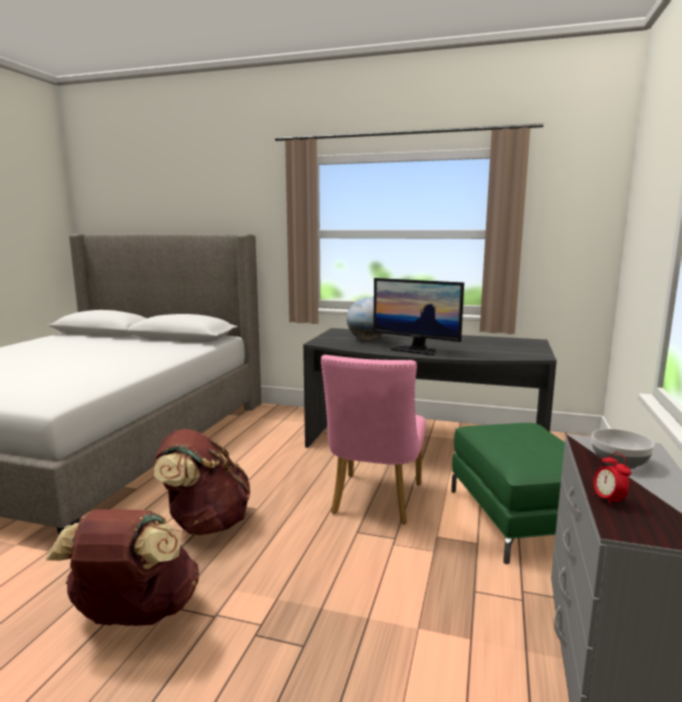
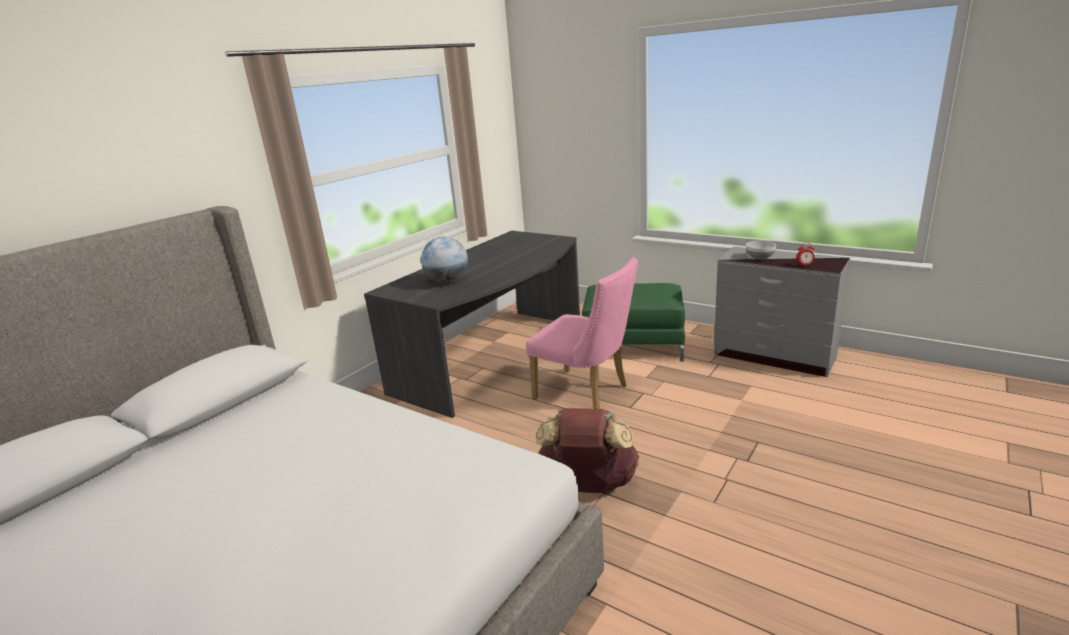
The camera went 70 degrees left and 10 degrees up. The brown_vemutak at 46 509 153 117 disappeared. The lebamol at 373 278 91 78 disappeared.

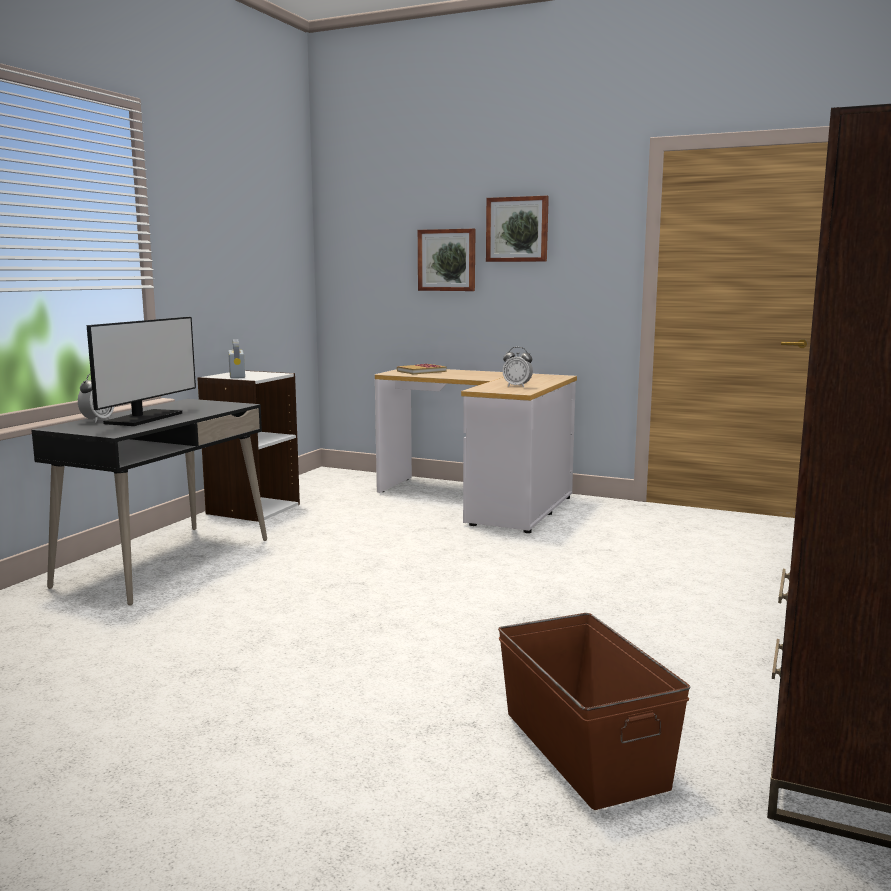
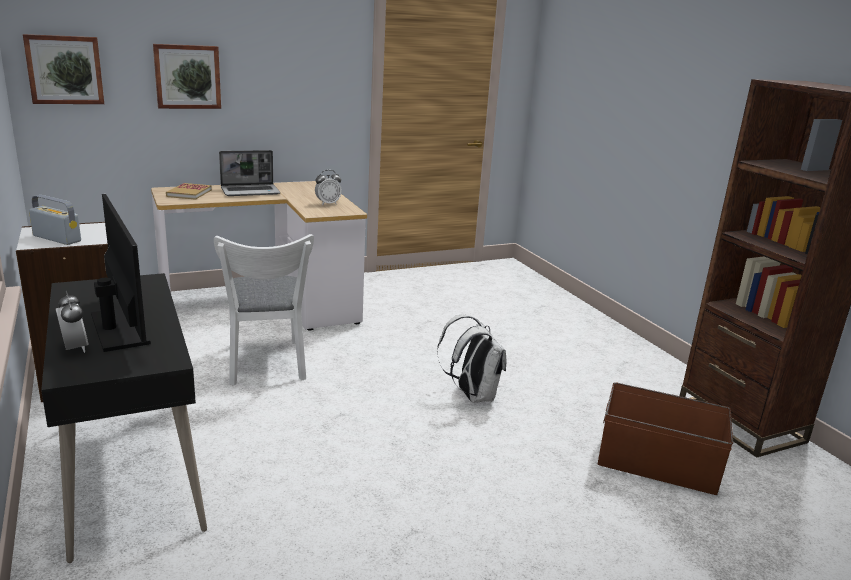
The camera went 50 degrees left and 10 degrees up. The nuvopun moved from 486 196 63 66 to 23 34 81 70. The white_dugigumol at 214 234 100 151 appeared. The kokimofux at 219 150 61 46 appeared. The white_vemutak at 437 315 69 88 appeared.

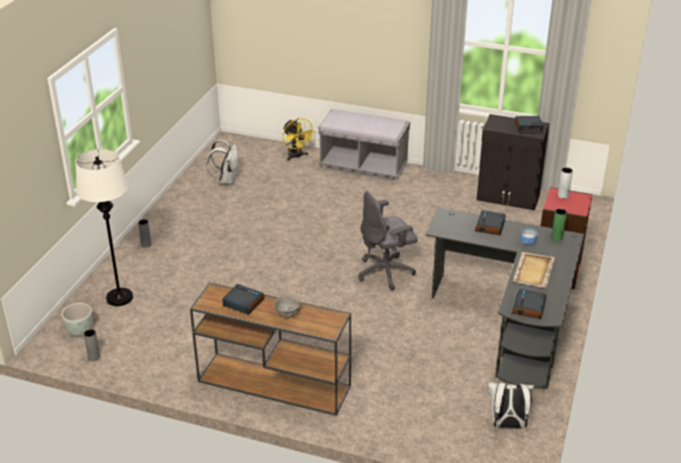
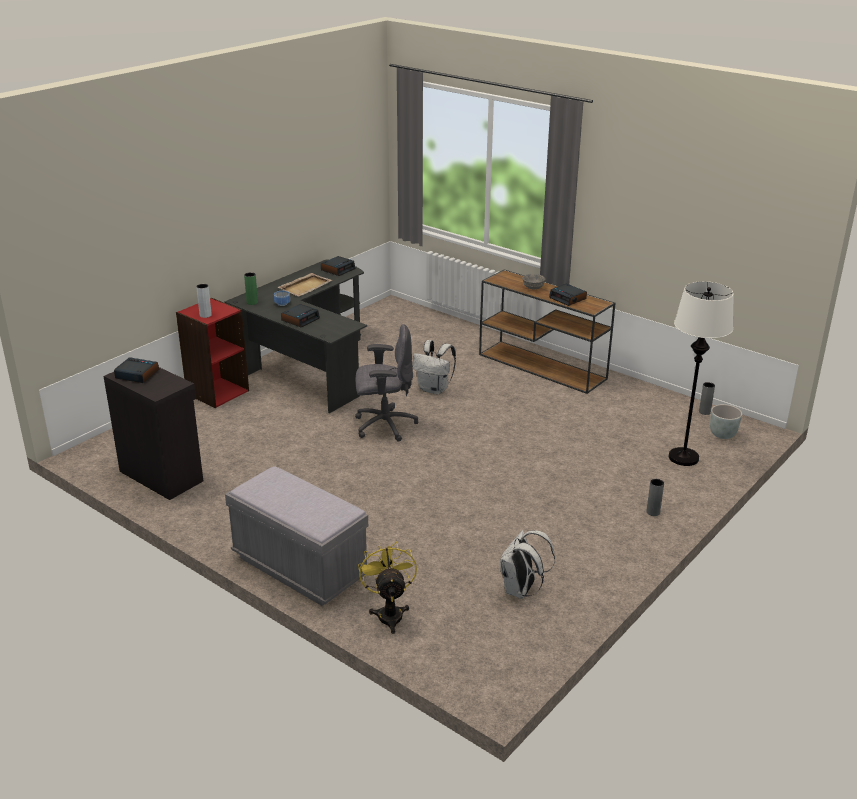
The camera went 160 degrees left and 5 degrees down. The white_vemutak moved from 487 381 47 47 to 413 340 43 54.

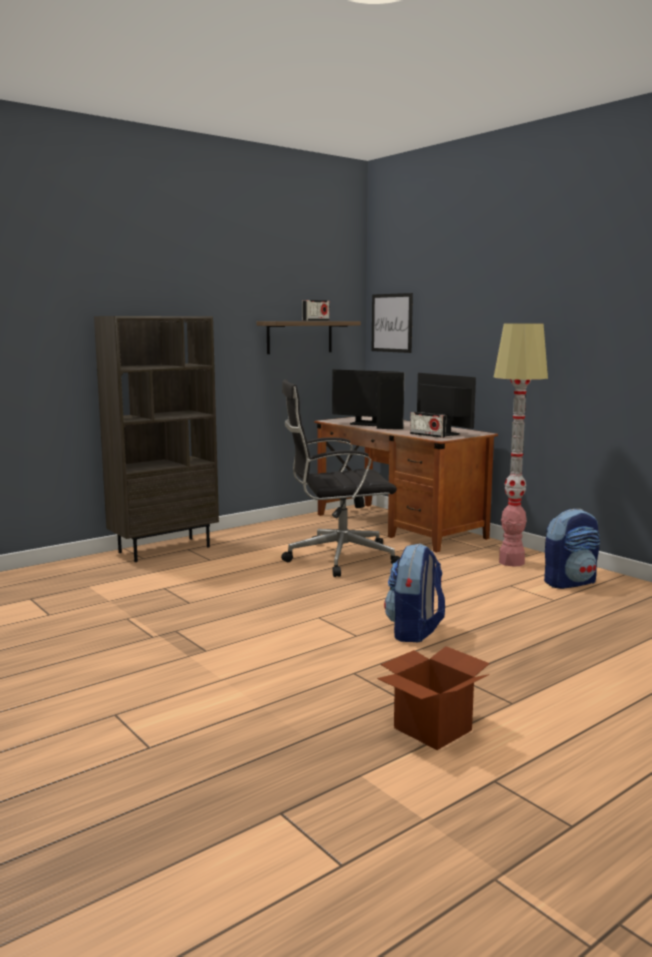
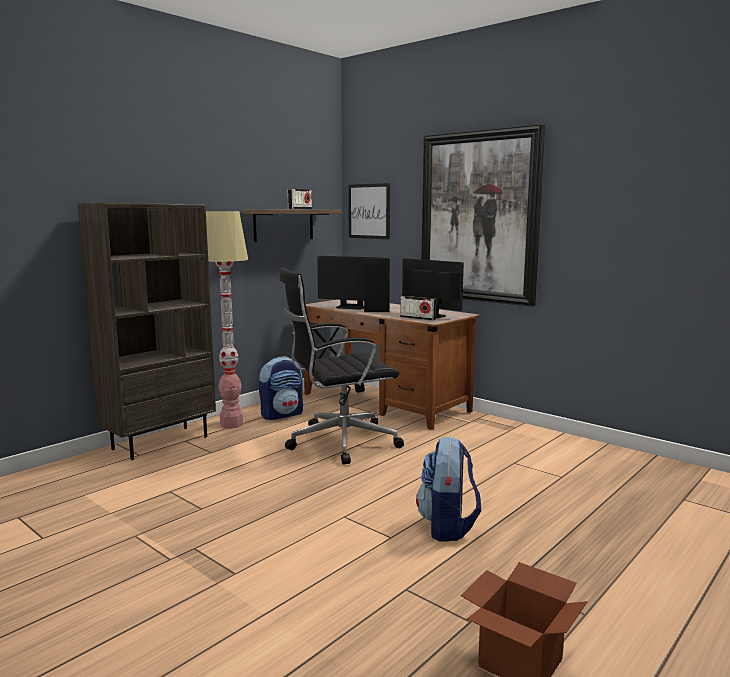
The camera went 10 degrees left and 0 degrees up. The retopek moved from 494 324 54 243 to 206 211 42 218. The vemutak moved from 544 509 56 80 to 259 356 44 64. The nuvopun at 421 124 124 183 appeared.

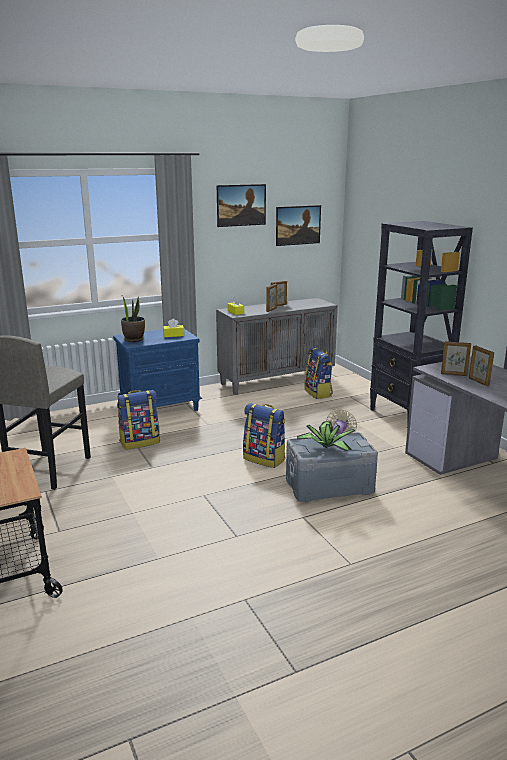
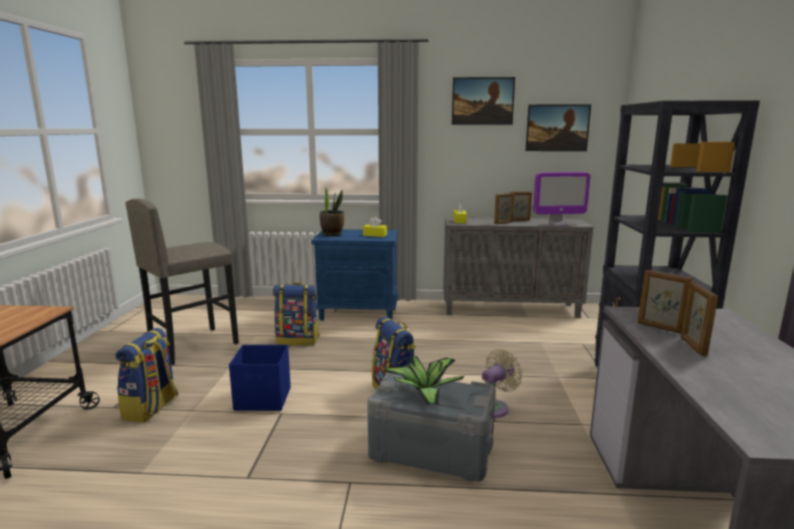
The camera went 30 degrees right and 5 degrees down. The vemutak moved from 304 347 29 52 to 115 328 63 95. The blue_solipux at 229 345 62 66 appeared. The lebamol at 533 172 57 54 appeared.

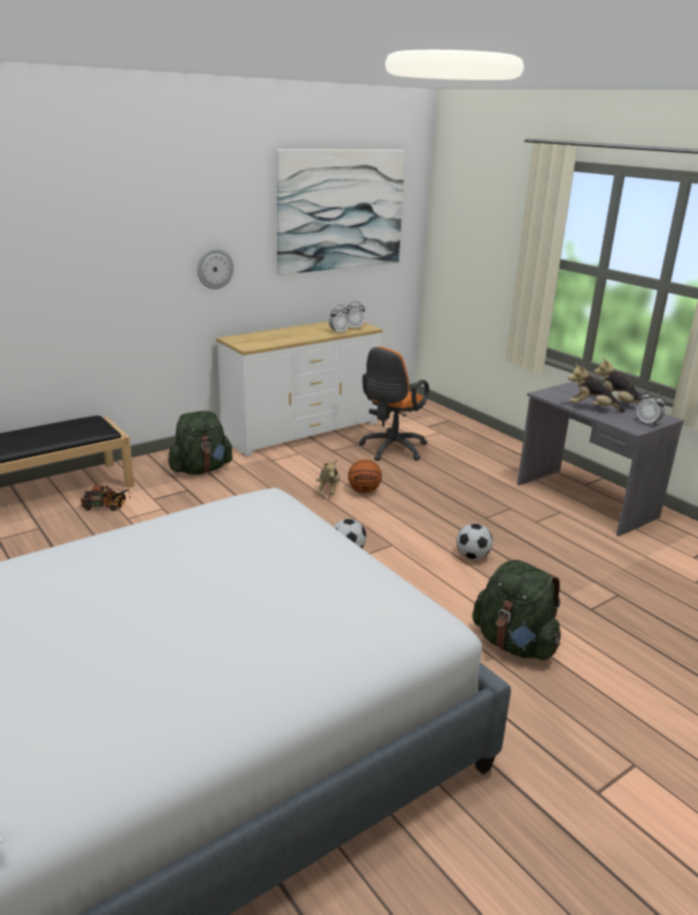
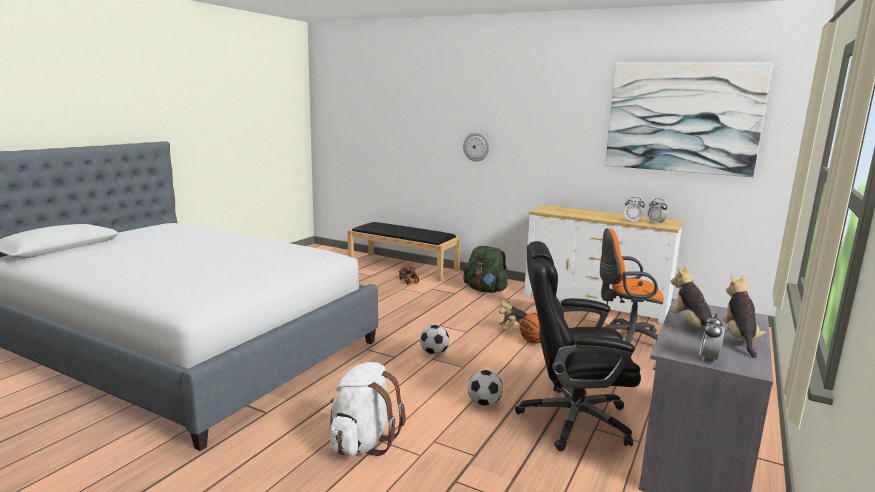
The camera went 65 degrees right and 10 degrees down. The green_vemutak at 473 560 88 101 became the white_vemutak at 330 362 76 94. The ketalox moved from 197 249 37 40 to 463 132 26 30. The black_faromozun at 515 241 126 210 appeared.

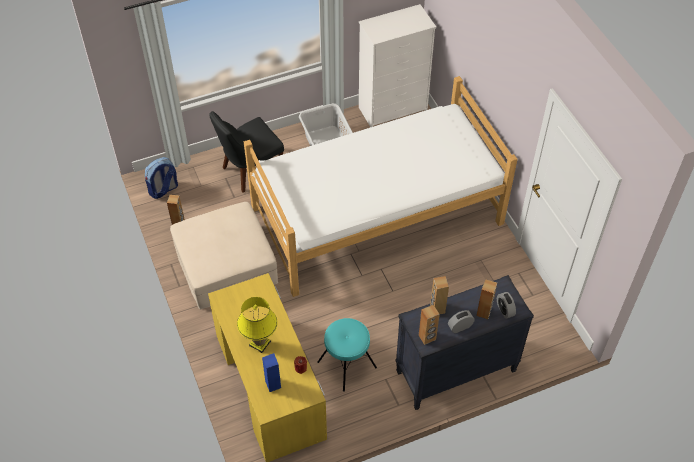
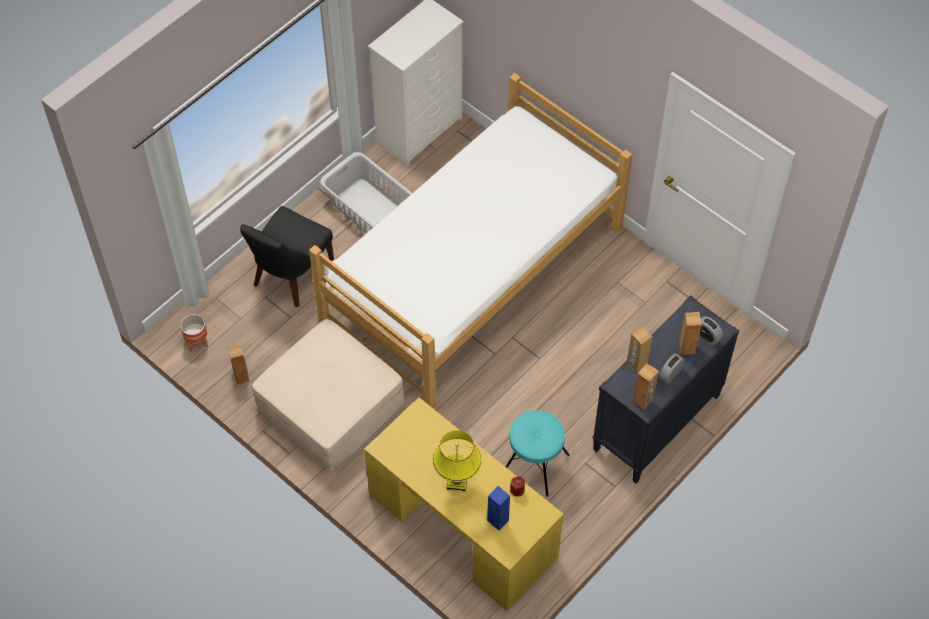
The camera went 25 degrees left and 5 degrees up. The vemutak at 145 157 33 42 was replaced by the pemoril at 180 314 28 38.

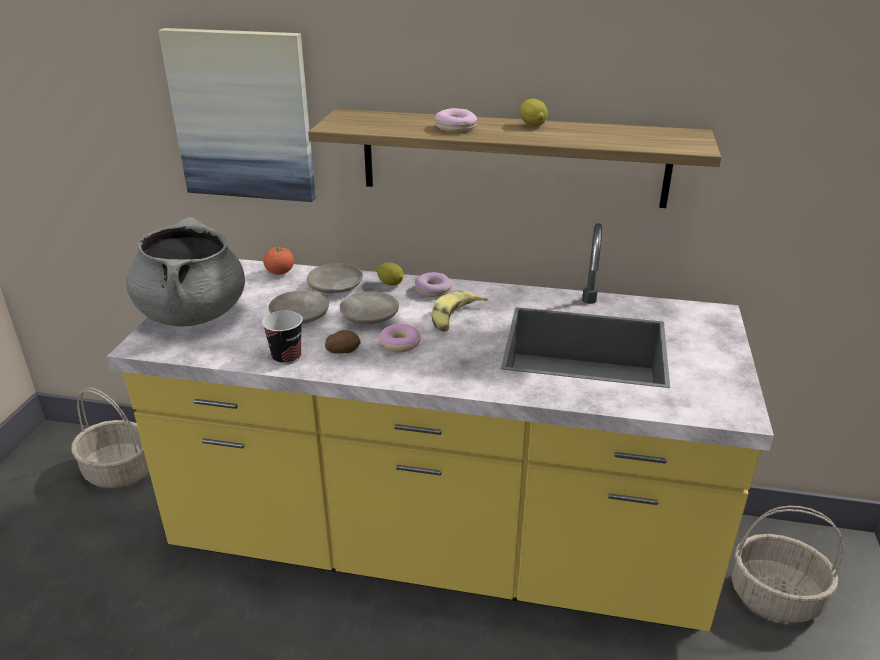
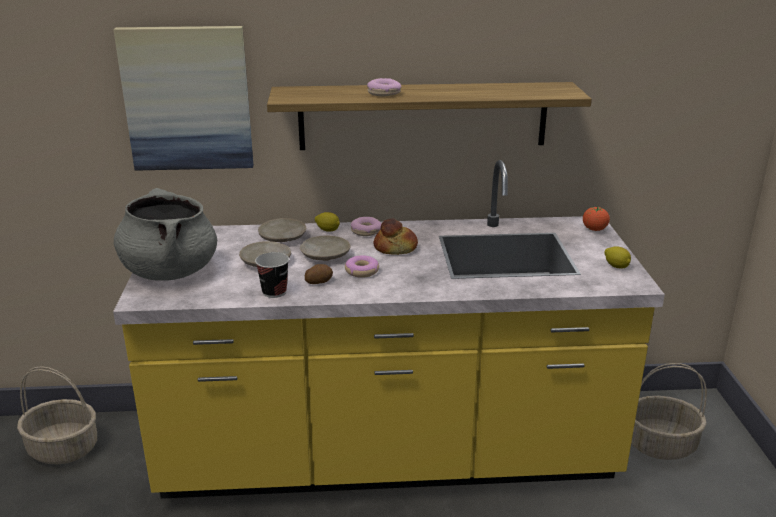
The camera went 15 degrees left and 5 degrees down. The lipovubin at 432 291 56 41 was replaced by the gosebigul at 374 218 44 37. The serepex moved from 263 247 31 28 to 583 206 27 25. The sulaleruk moved from 520 99 28 27 to 604 246 27 23.

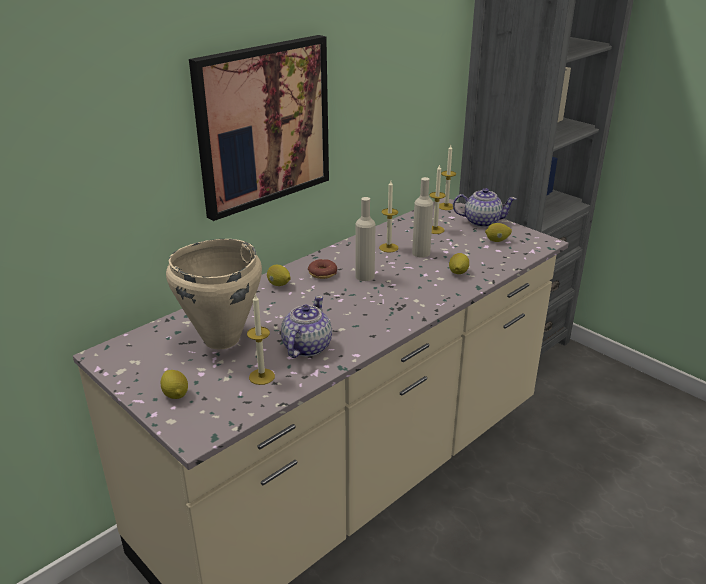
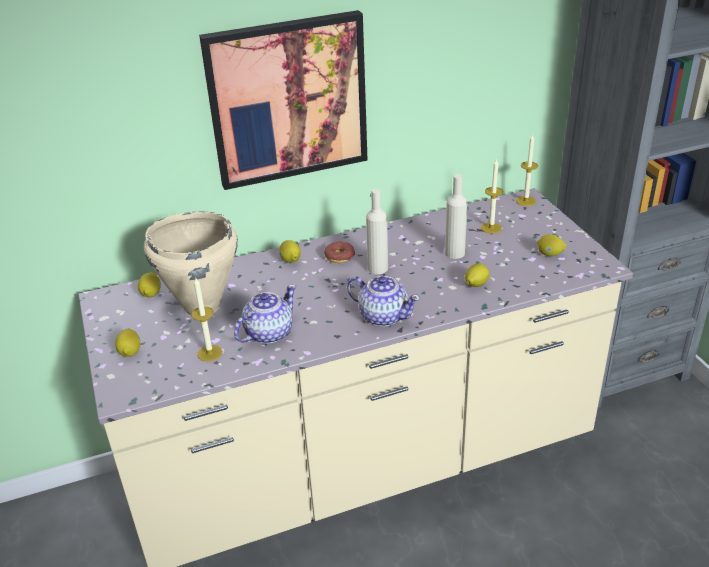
The camera went 25 degrees right and 5 degrees up. The sulaleruk at 138 272 23 26 appeared. The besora moved from 453 188 64 40 to 347 276 73 50. The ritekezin at 379 181 20 71 disappeared.

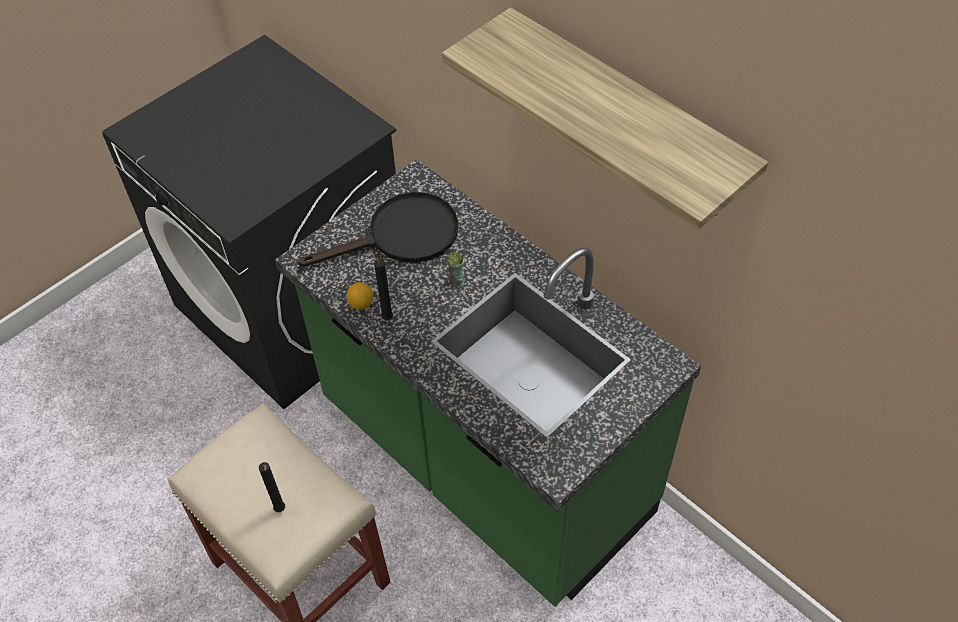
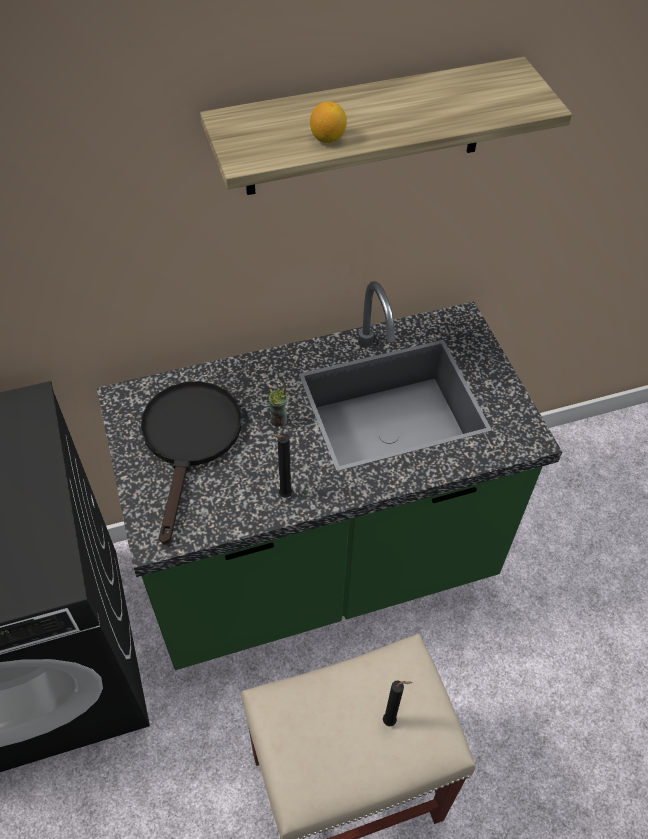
The camera went 65 degrees left and 0 degrees up. The sulaleruk moved from 347 282 26 28 to 310 101 37 42.

